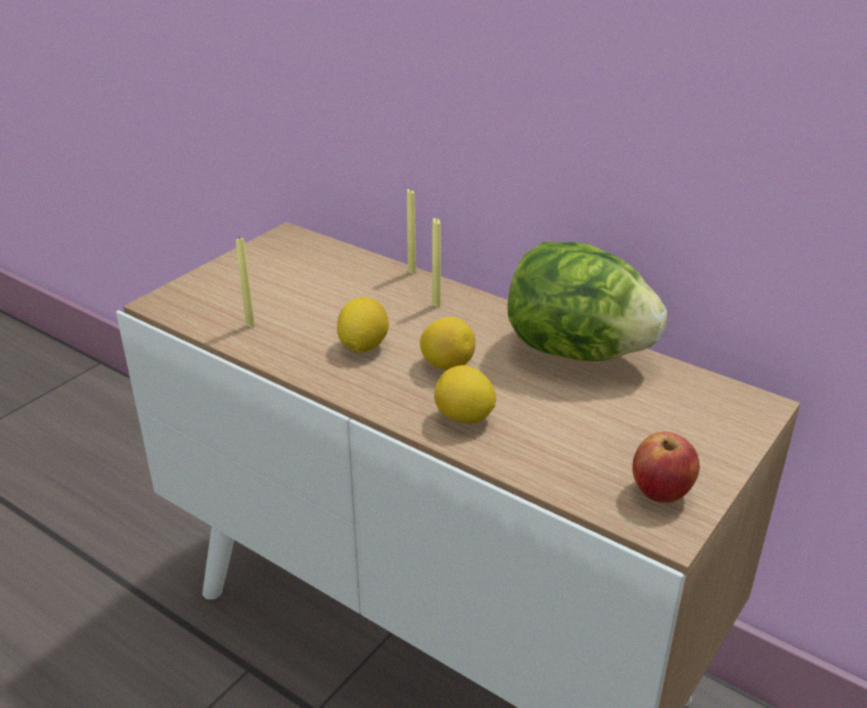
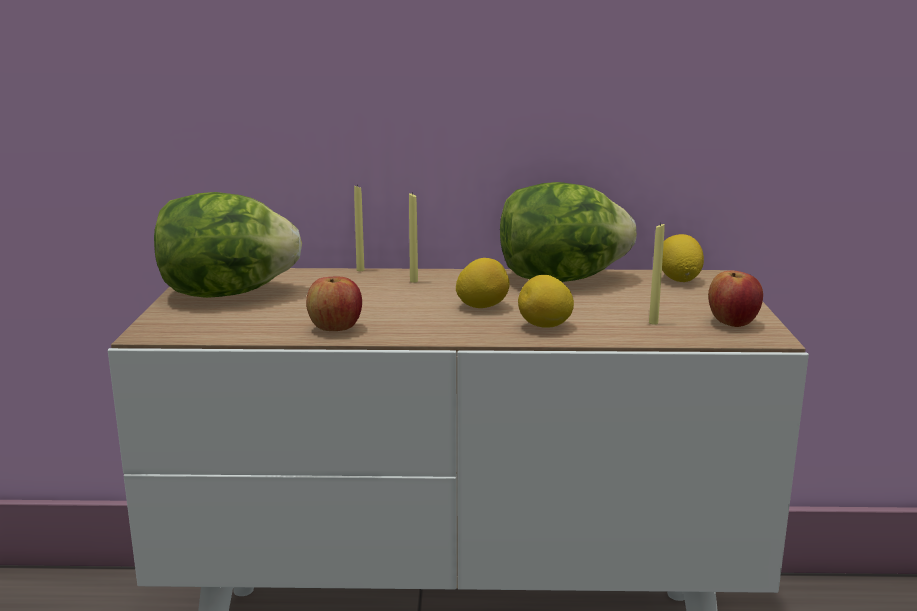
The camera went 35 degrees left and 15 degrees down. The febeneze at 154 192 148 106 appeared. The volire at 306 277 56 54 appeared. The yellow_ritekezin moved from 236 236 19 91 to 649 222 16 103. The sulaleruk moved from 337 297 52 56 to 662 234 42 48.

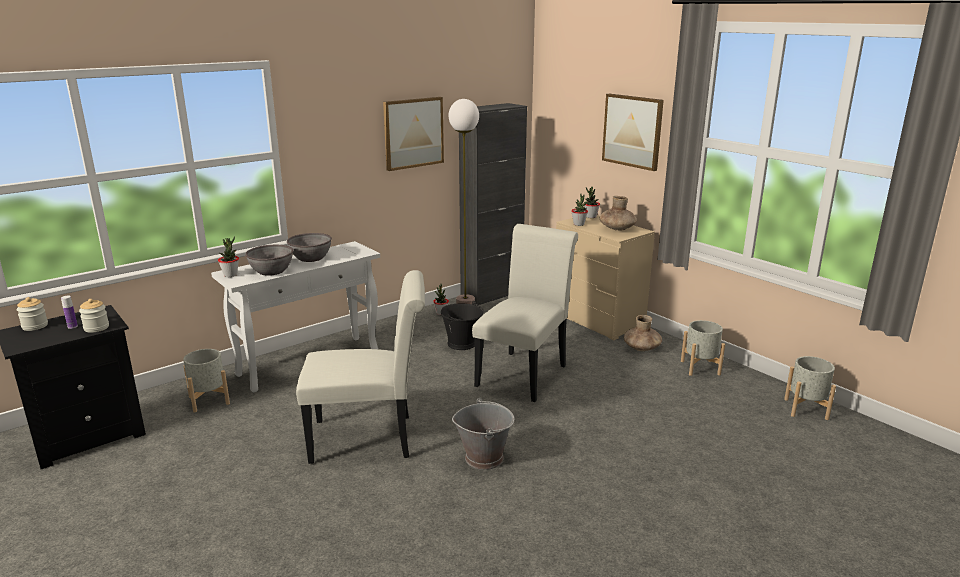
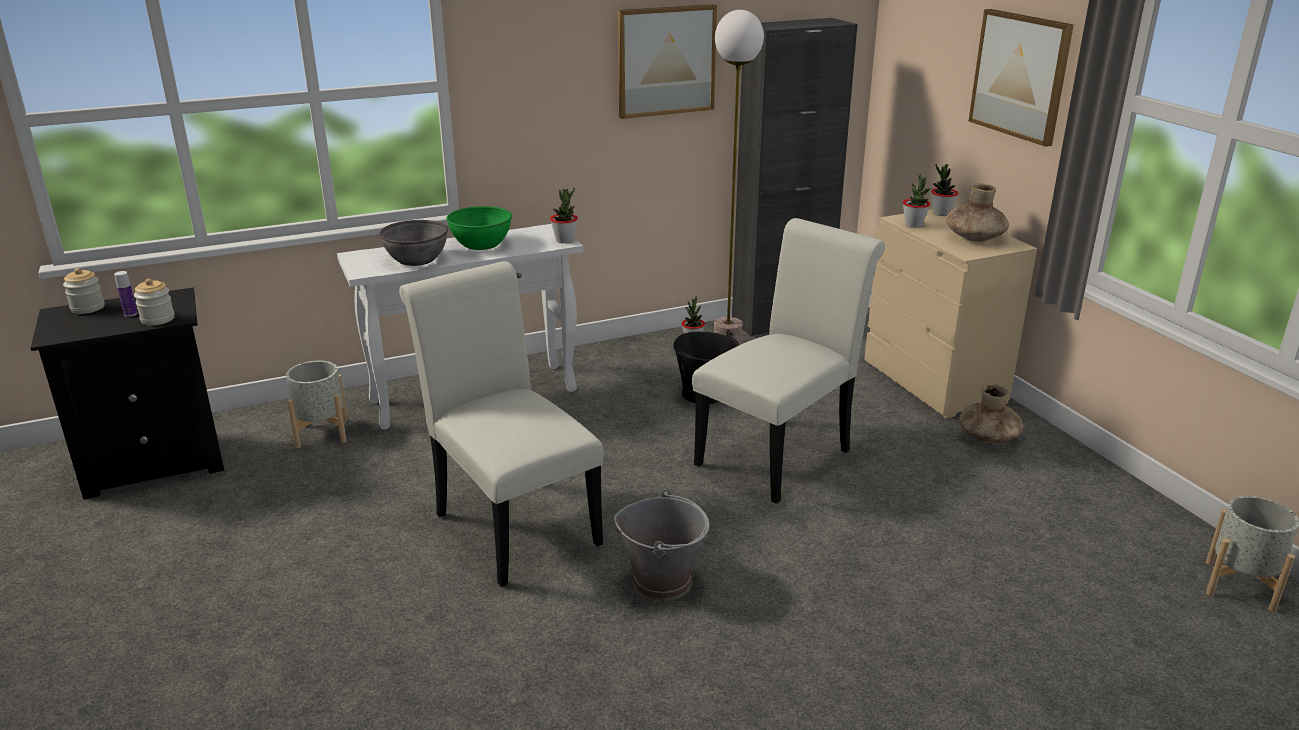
The camera went 15 degrees right and 5 degrees up. The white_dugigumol at 296 270 129 194 turned 135 degrees counterclockwise. The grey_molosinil at 287 233 45 29 became the green_molosinil at 446 206 66 44. The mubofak moved from 218 236 21 41 to 550 187 28 56. The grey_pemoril at 681 320 44 56 disappeared.

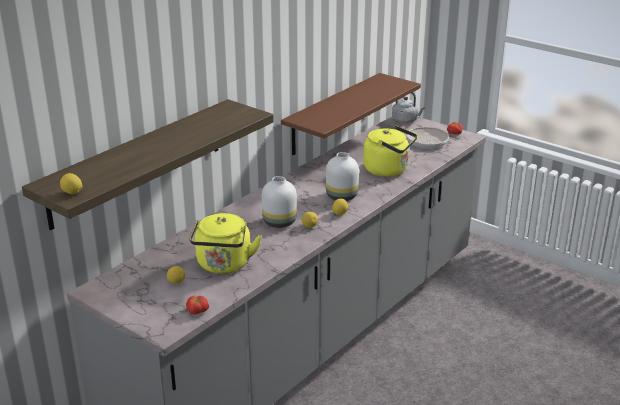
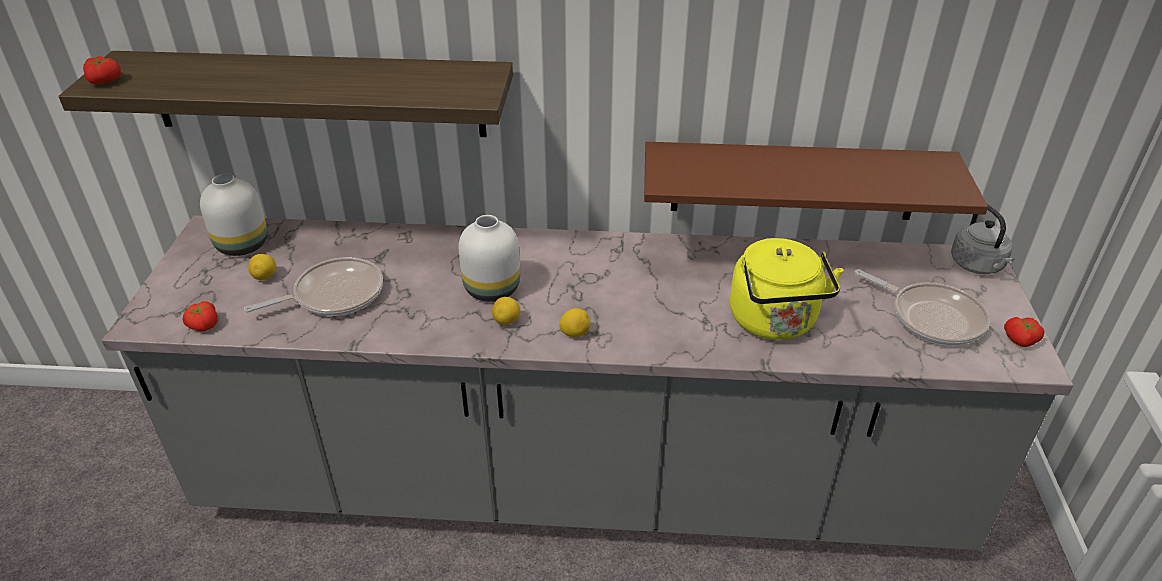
The camera went 55 degrees right and 10 degrees up. The sulaleruk at 60 173 22 21 was replaced by the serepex at 83 56 38 29. The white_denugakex moved from 326 152 33 49 to 200 174 68 82. The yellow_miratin at 190 213 72 61 was replaced by the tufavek at 244 257 139 59.

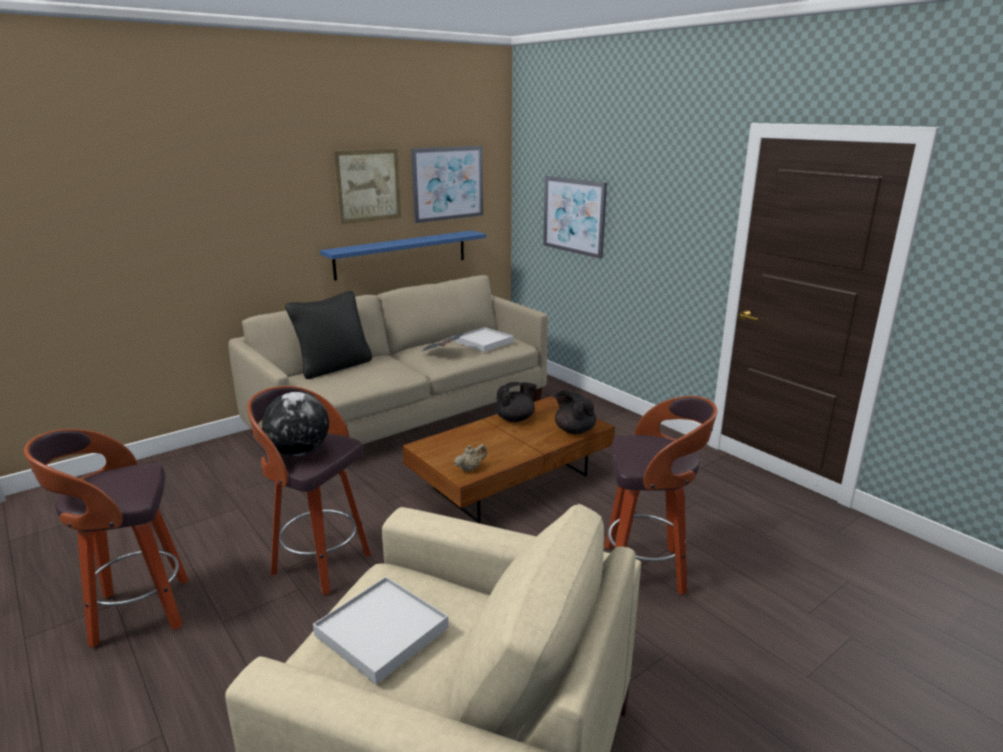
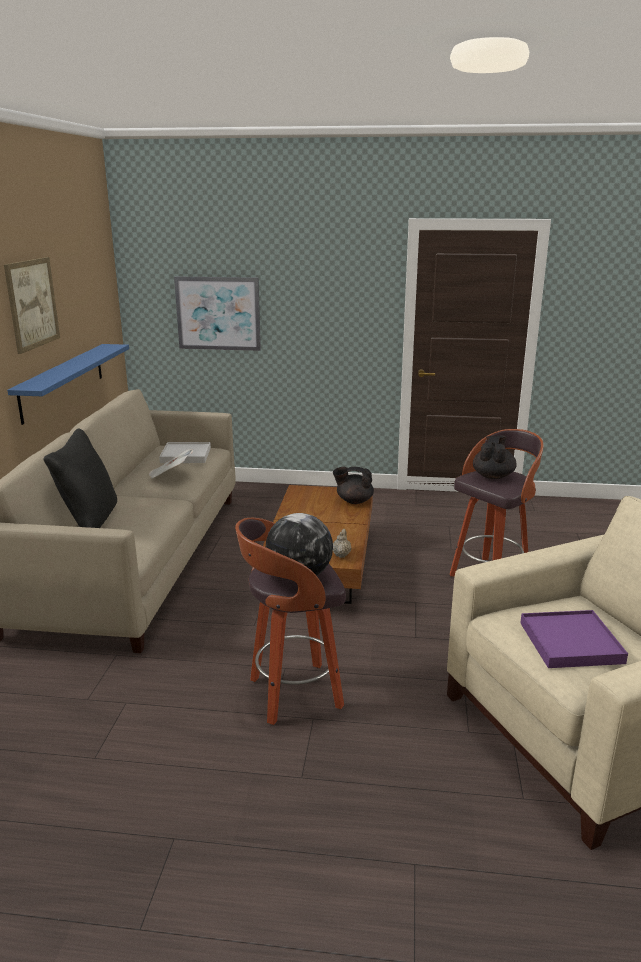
The camera went 45 degrees left and 0 degrees up. The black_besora moved from 495 382 42 40 to 473 435 44 44. The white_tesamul at 313 577 136 107 became the purple_tesamul at 520 610 108 58. The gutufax at 24 429 165 219 disappeared. The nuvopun at 411 146 72 77 disappeared.

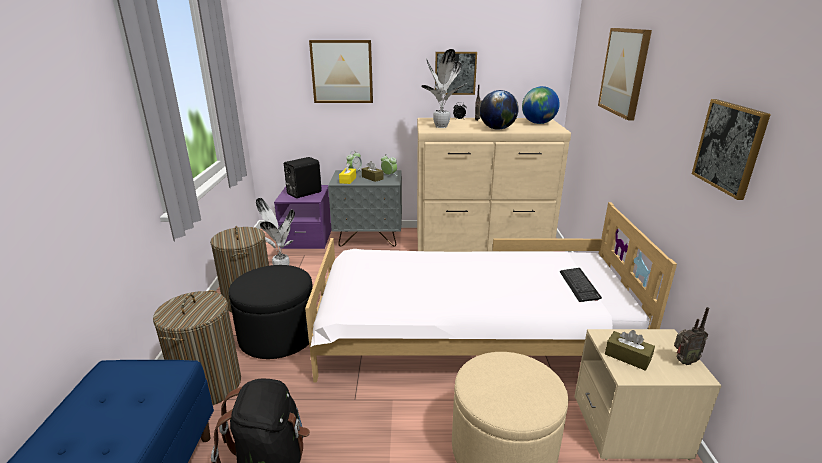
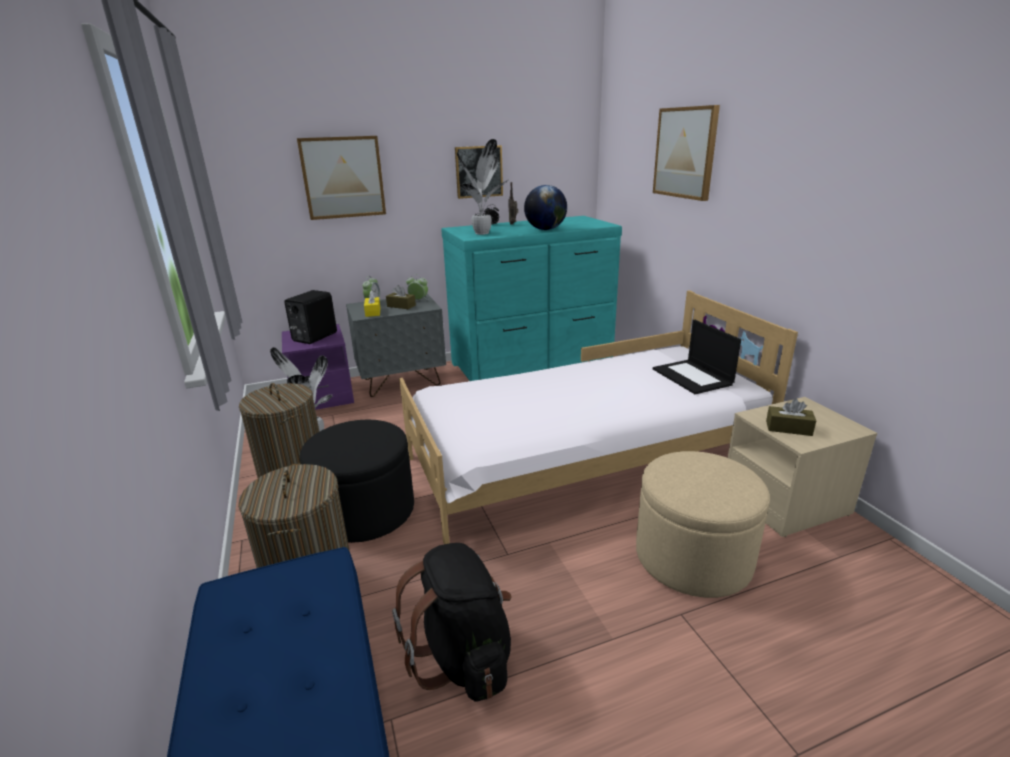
The camera went 20 degrees left and 0 degrees up. The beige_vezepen at 417 118 154 134 became the turquoise_vezepen at 441 216 181 165. The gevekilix at 559 268 43 34 was replaced by the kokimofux at 653 320 88 74. The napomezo at 522 86 38 38 disappeared. The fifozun at 674 307 35 58 disappeared. The nuvopun at 692 99 79 101 disappeared.

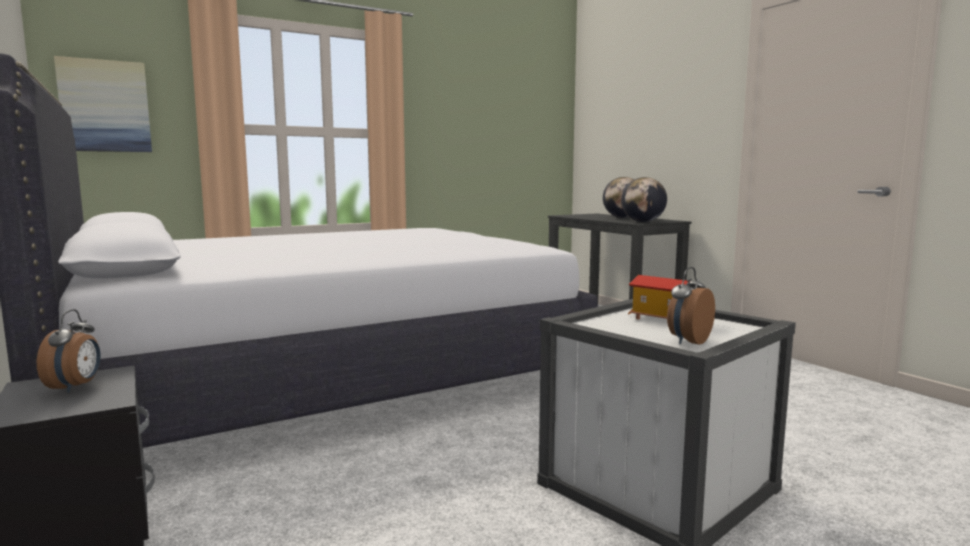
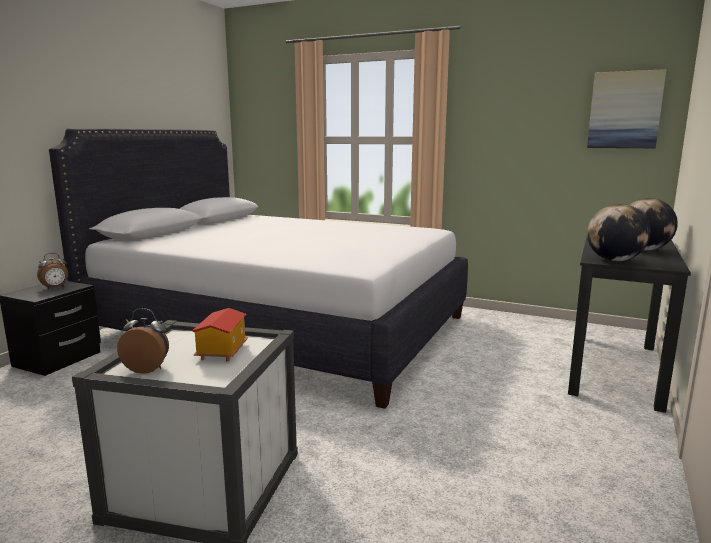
The camera went 55 degrees right and 5 degrees up. The nuvopun moved from 54 56 98 96 to 587 69 79 79.

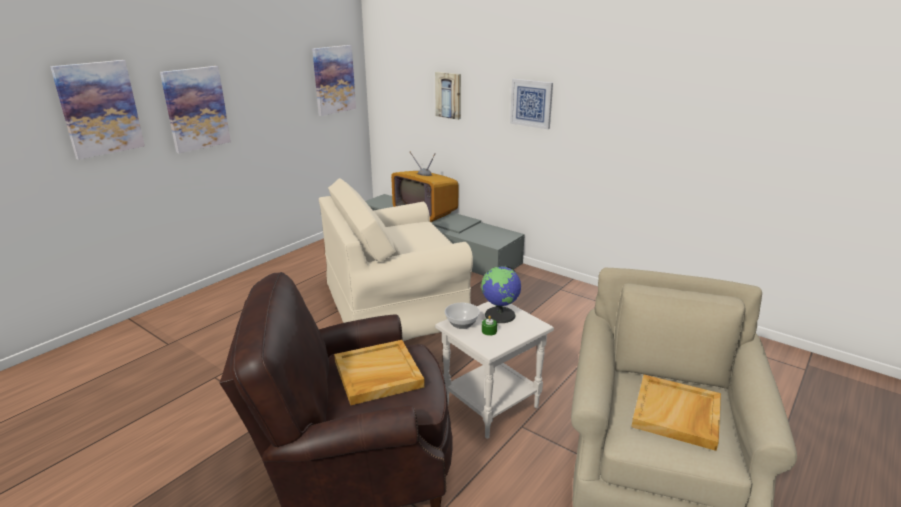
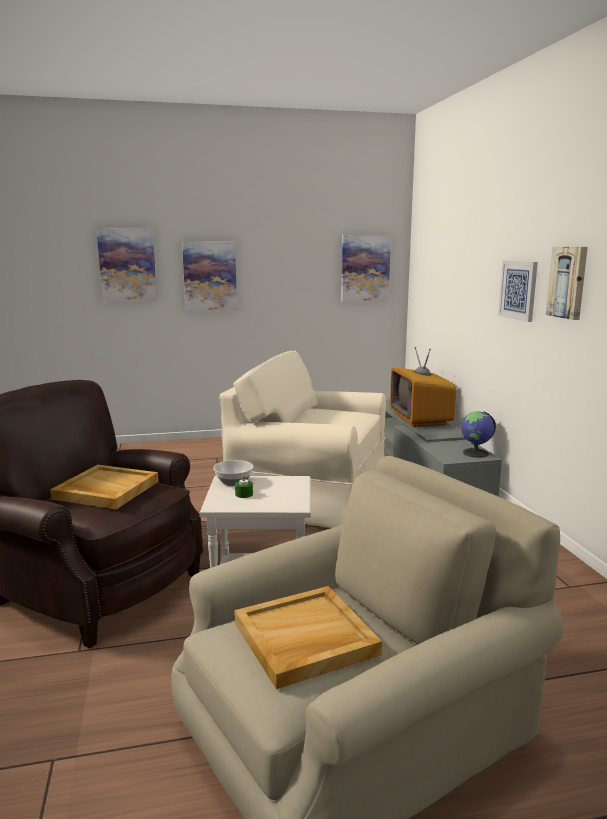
The camera went 40 degrees right and 10 degrees down. The napomezo moved from 481 266 40 57 to 461 411 35 47. The nuvopun moved from 435 72 26 48 to 546 247 42 73.

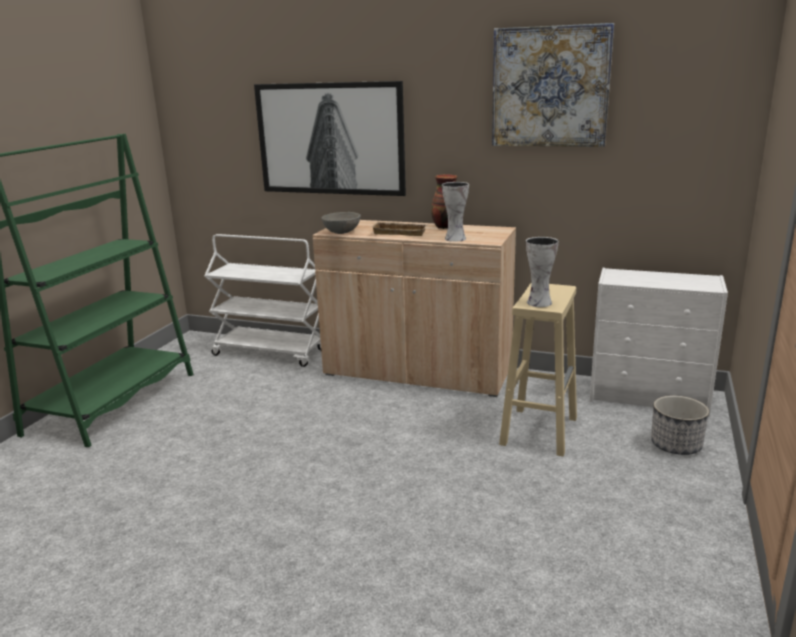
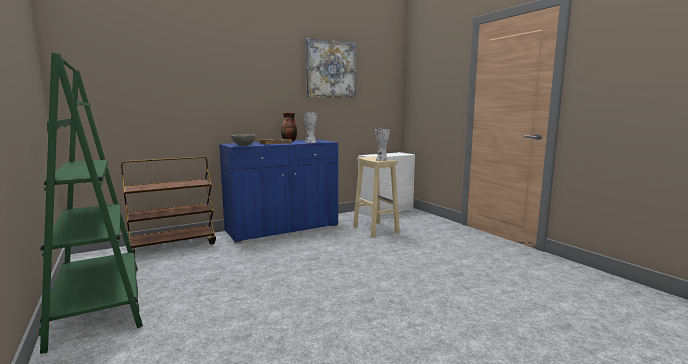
The camera went 50 degrees left and 10 degrees down. The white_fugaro at 205 234 116 133 became the brown_fugaro at 121 157 95 96. The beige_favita at 312 220 204 177 became the blue_favita at 219 140 119 103. The nuvopun at 254 81 152 115 disappeared. The pemoril at 651 396 58 59 disappeared.

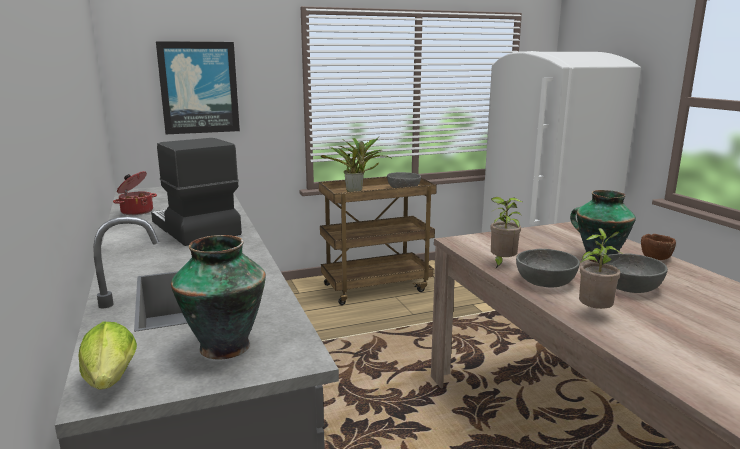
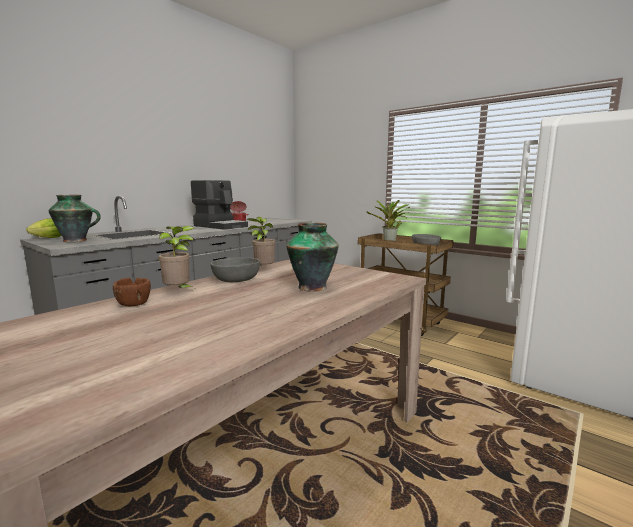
The camera went 60 degrees right and 5 degrees down. The brown_molosinil moved from 641 234 35 26 to 113 278 38 28. The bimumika at 151 138 91 108 turned 105 degrees clockwise. The nuvopun at 156 41 84 93 disappeared. The grey_molosinil at 599 254 69 39 disappeared.

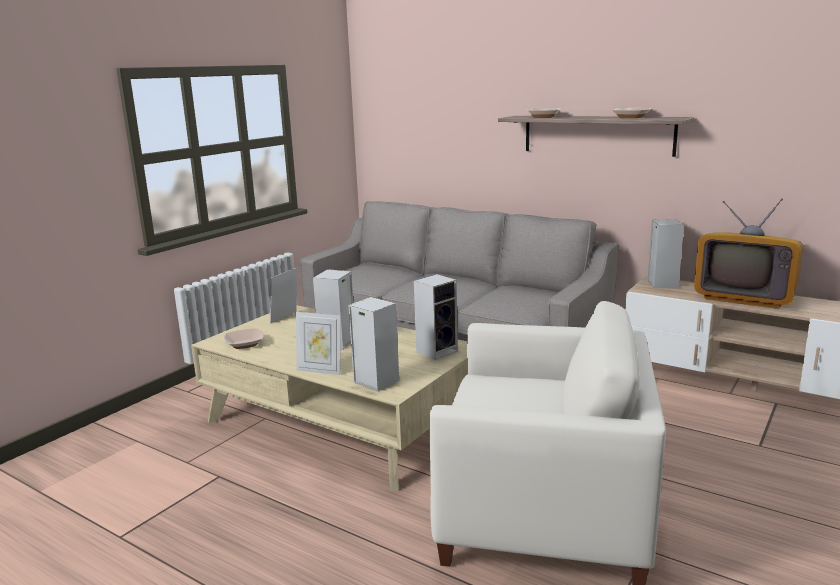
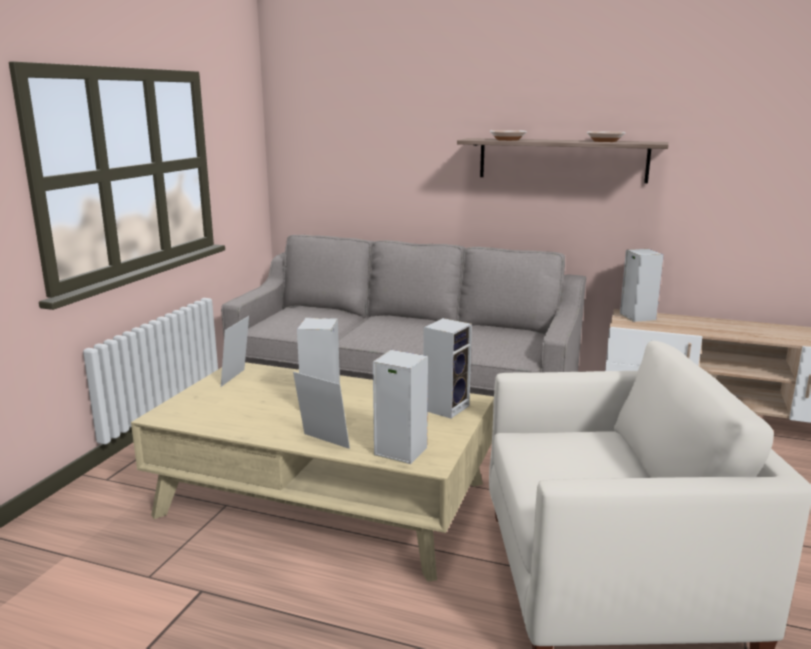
The camera went 15 degrees left and 0 degrees up. The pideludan at 296 312 44 63 turned 150 degrees counterclockwise. The molosinil at 224 328 40 21 disappeared. The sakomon at 694 198 109 111 disappeared.

